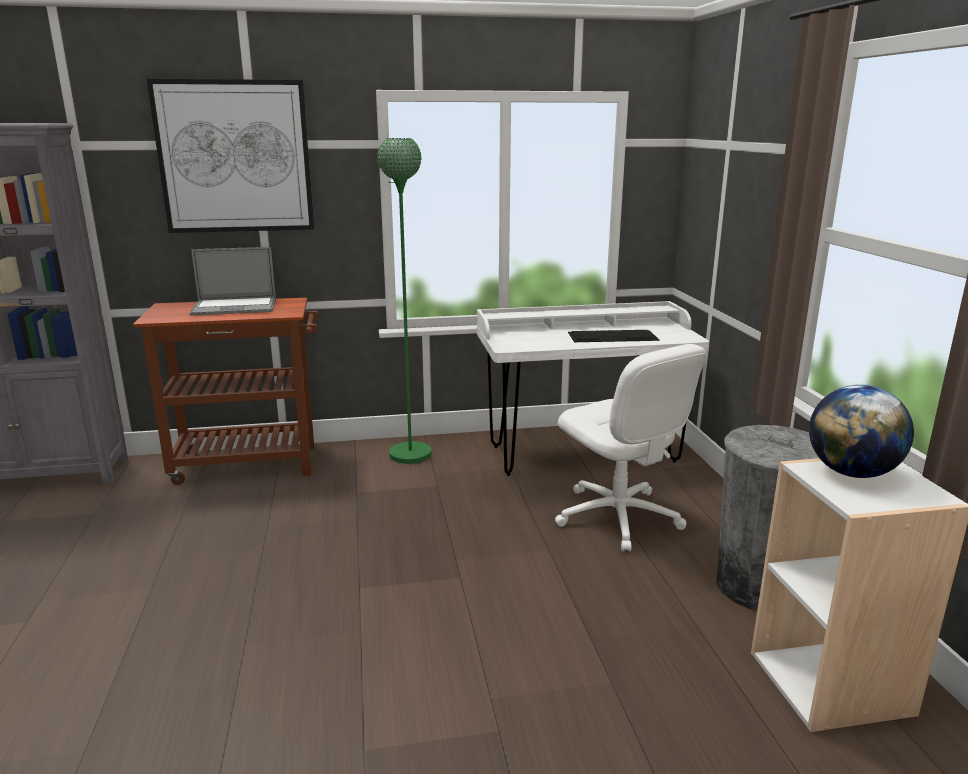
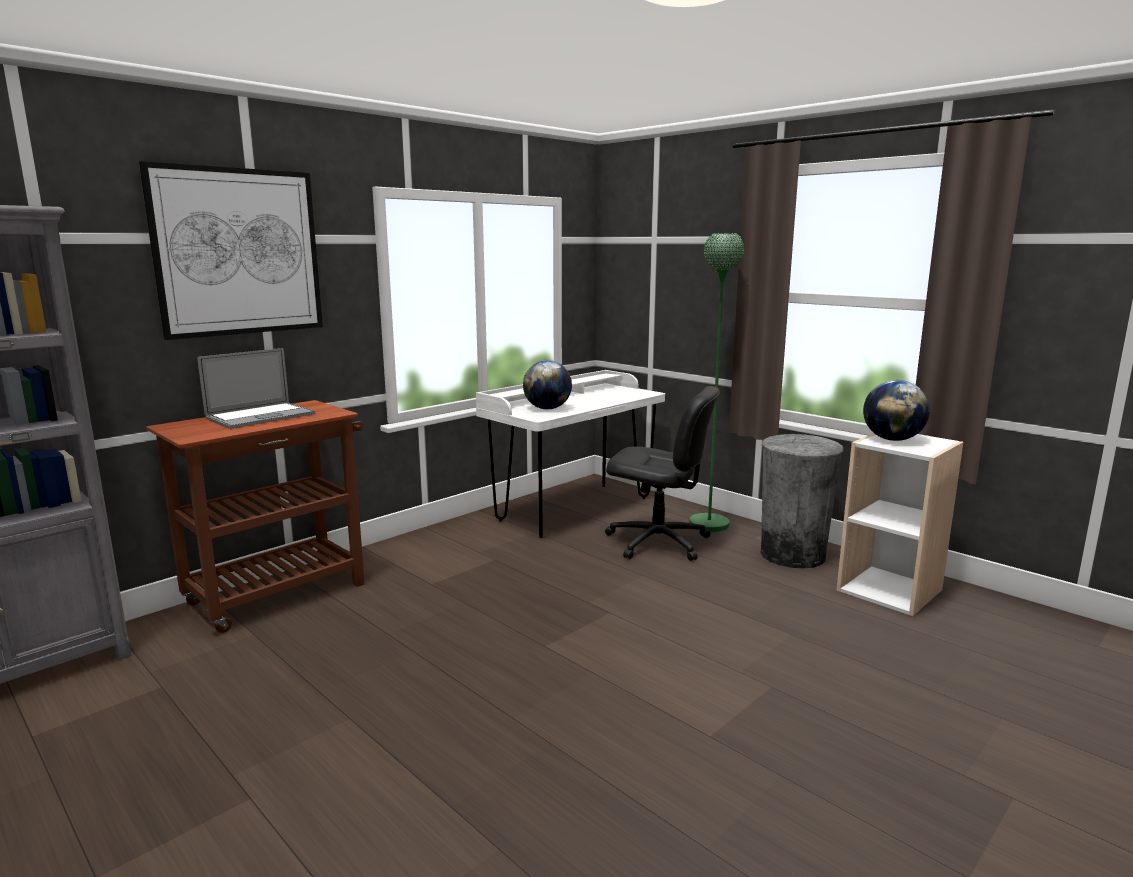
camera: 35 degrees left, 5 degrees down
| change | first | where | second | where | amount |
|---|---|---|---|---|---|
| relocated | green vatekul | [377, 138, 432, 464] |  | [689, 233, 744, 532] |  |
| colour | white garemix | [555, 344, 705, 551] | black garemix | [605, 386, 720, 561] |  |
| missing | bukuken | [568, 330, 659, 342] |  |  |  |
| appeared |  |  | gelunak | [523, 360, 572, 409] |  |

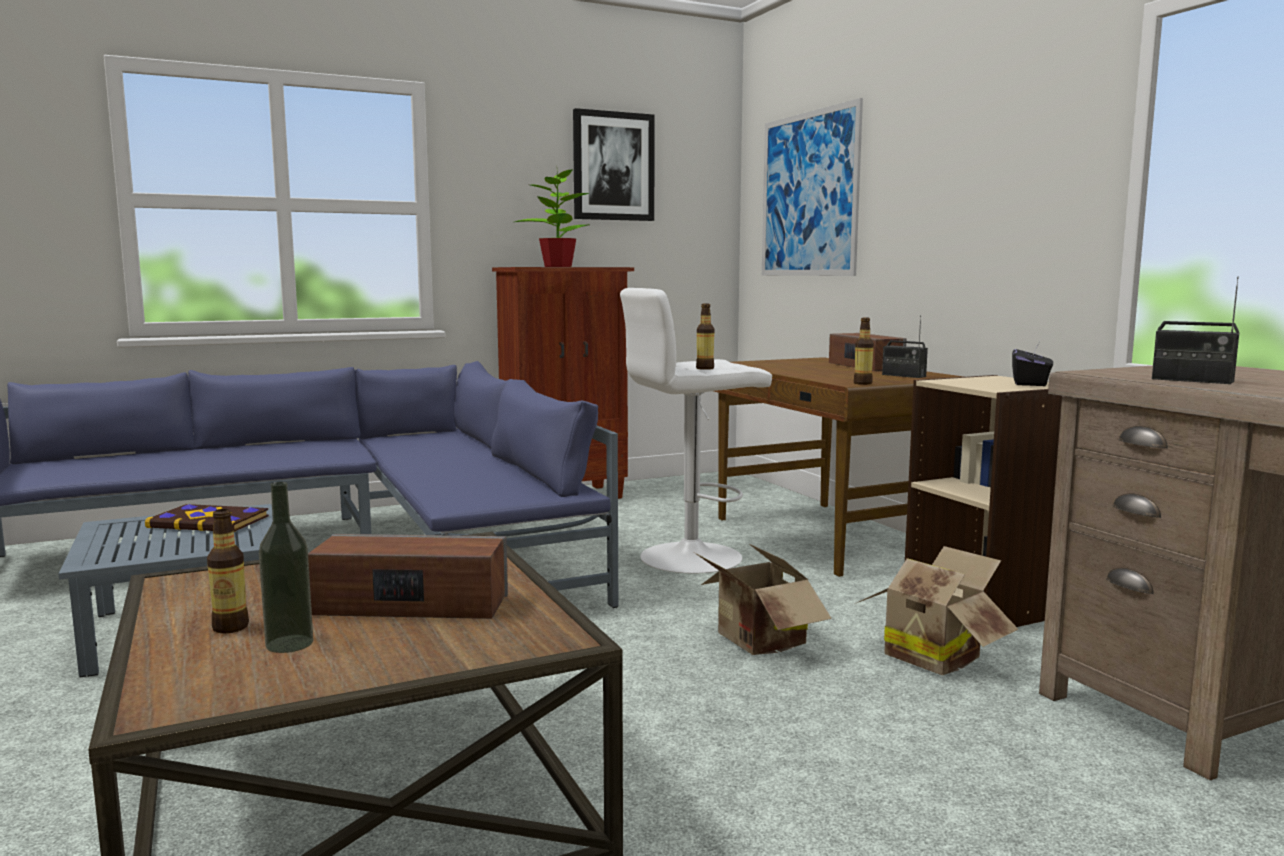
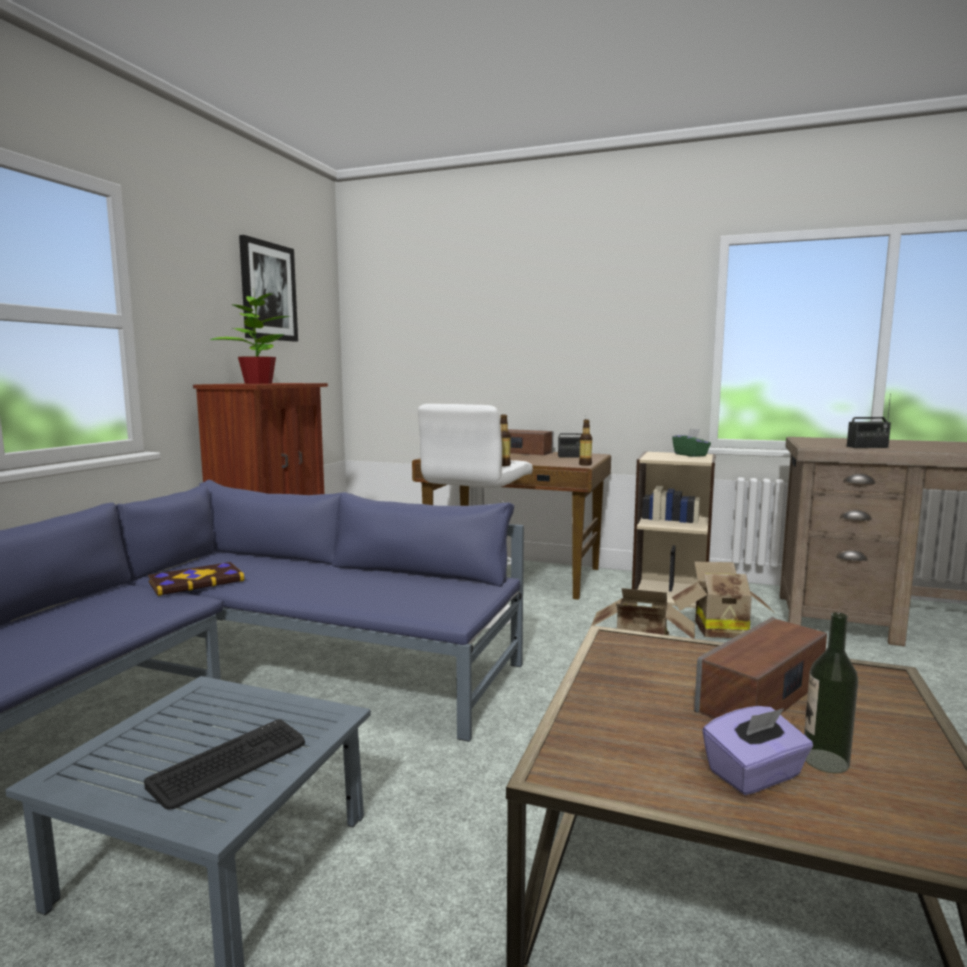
camera: 45 degrees left, 0 degrees up
| change | first | where | second | where | amount |
|---|---|---|---|---|---|
| relocated | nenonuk | [145, 504, 269, 532] |  | [148, 562, 244, 596] |  |
| exchanged | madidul | [207, 509, 249, 634] | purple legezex | [702, 706, 813, 795] |  |
| missing | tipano | [762, 98, 863, 276] |  |  |  |
| colour | black legezex | [1012, 340, 1053, 386] | green legezex | [672, 428, 711, 457] |  |
| appeared |  |  | bukuken | [144, 719, 305, 810] |  |

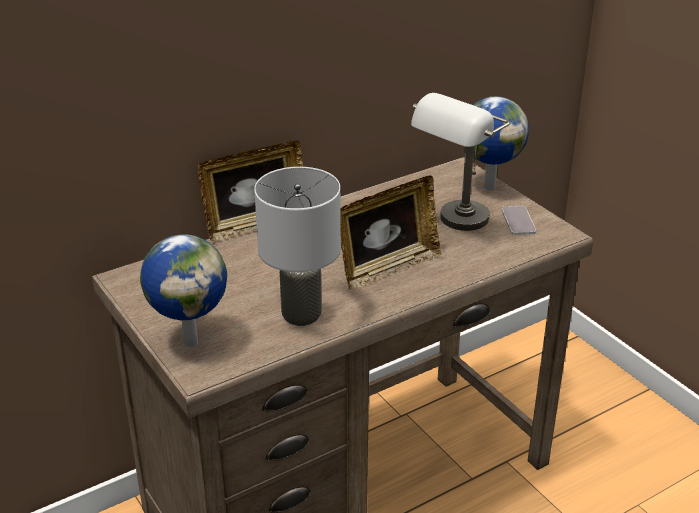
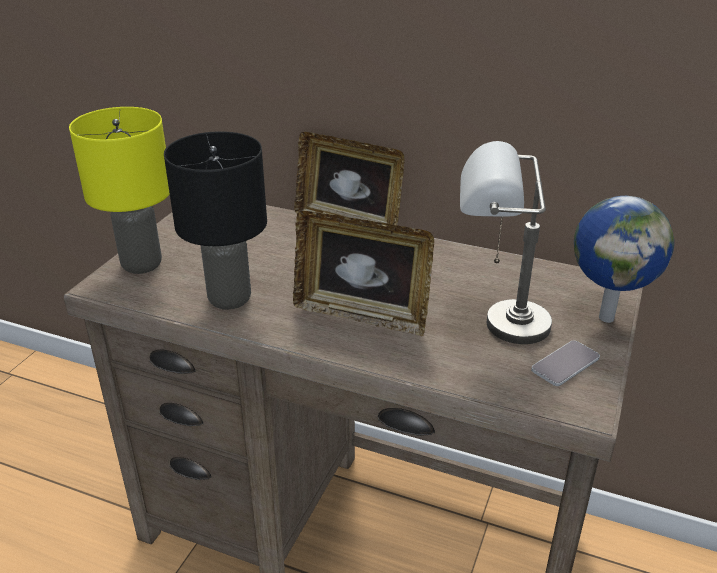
camera: 55 degrees right, 0 degrees up
| change | first | where | second | where | amount |
|---|---|---|---|---|---|
| exchanged | gelunak | [140, 234, 227, 347] | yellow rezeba | [69, 107, 170, 274] |  |
| colour | white rezeba | [254, 167, 341, 326] | black rezeba | [164, 131, 267, 310] |  |

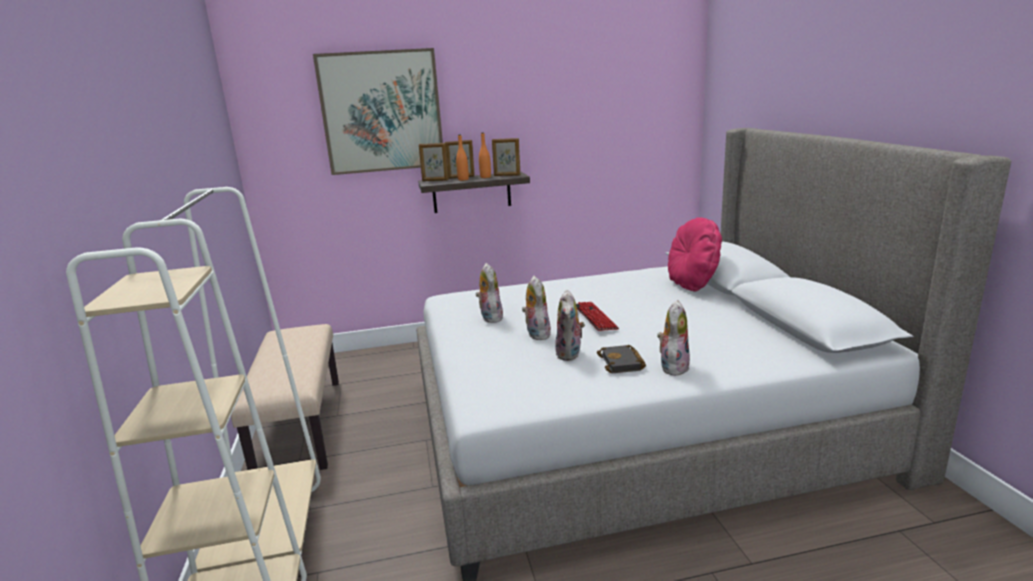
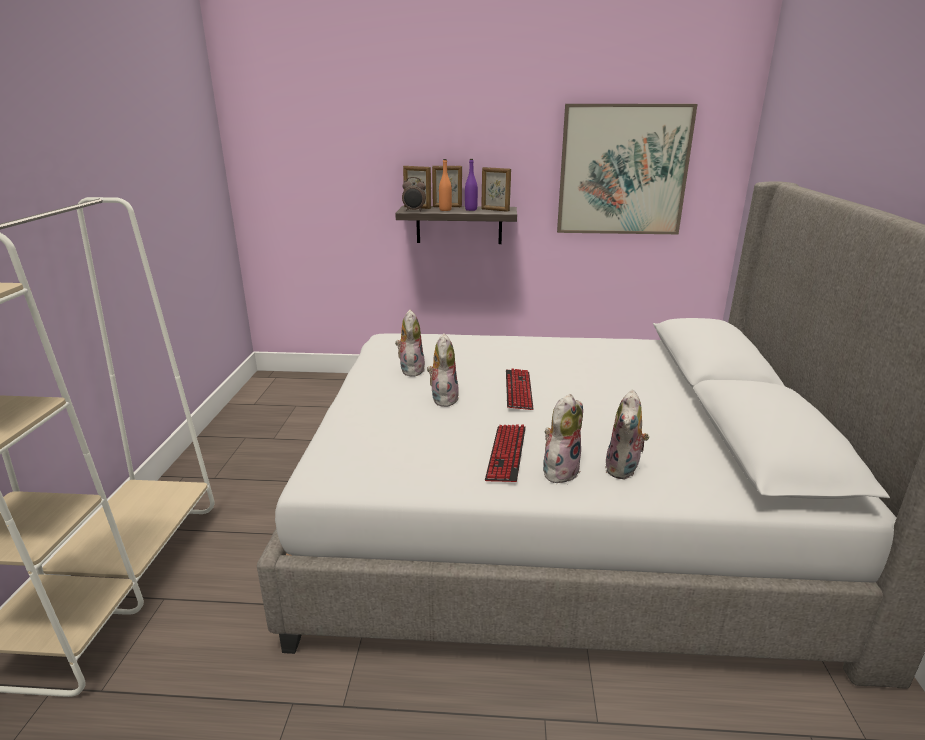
camera: 15 degrees right, 5 degrees up
| change | first | where | second | where | amount |
|---|---|---|---|---|---|
| missing | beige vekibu | [231, 324, 339, 470] |  |  |  |
| relocated | tipano | [313, 48, 443, 175] |  | [557, 104, 698, 234] |  |
| colour | orange madidul | [479, 133, 491, 178] | purple madidul | [465, 159, 478, 211] |  |
| relocated | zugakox | [555, 290, 585, 361] |  | [605, 390, 650, 479] |  |
| exchanged | black nenonuk | [597, 345, 646, 373] | bukuken | [485, 424, 526, 482] |  |
| missing | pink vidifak | [668, 217, 722, 292] |  |  |  |
| appeared |  |  | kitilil | [402, 177, 426, 212] |  |

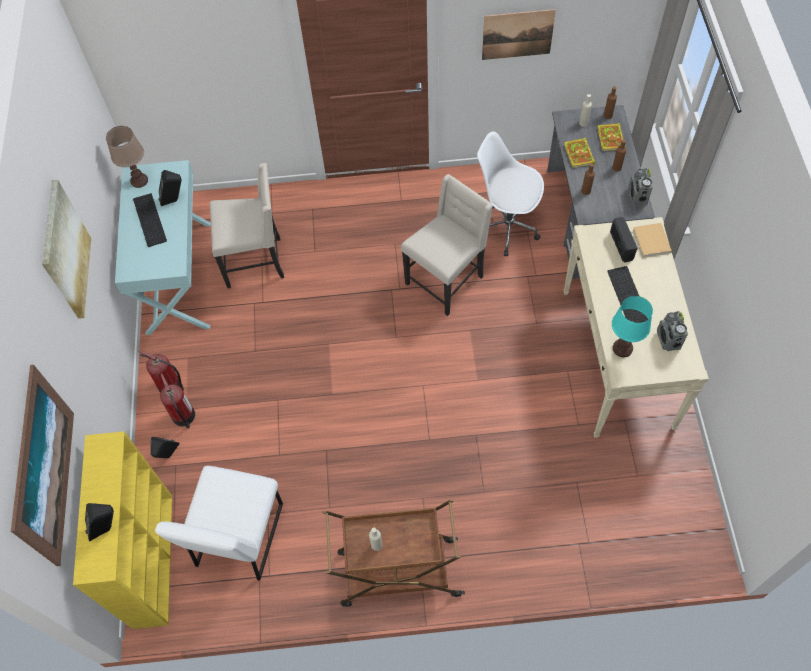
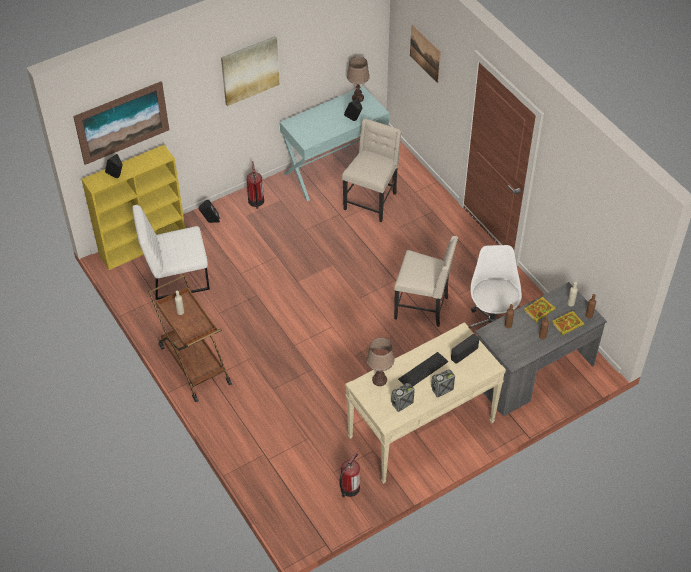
camera: 60 degrees right, 10 degrees down
| change | first | where | second | where | amount |
|---|---|---|---|---|---|
| missing | bukuken | [133, 193, 167, 247] |  |  |  |
| relocated | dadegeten | [160, 374, 195, 428] |  | [339, 451, 360, 498] |  |
| spun | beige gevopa | [210, 163, 284, 288] |  | [342, 119, 402, 222] | 120 degrees counterclockwise |
| relocated | tipano | [482, 9, 556, 60] |  | [410, 25, 441, 83] |  |
| colour | turquoise rezeba | [612, 296, 653, 357] | brown rezeba | [367, 337, 394, 386] |  |
| relocated | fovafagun | [628, 168, 653, 206] |  | [431, 369, 455, 398] |  |
| missing | beige nenonuk | [633, 223, 672, 258] |  |  |  |

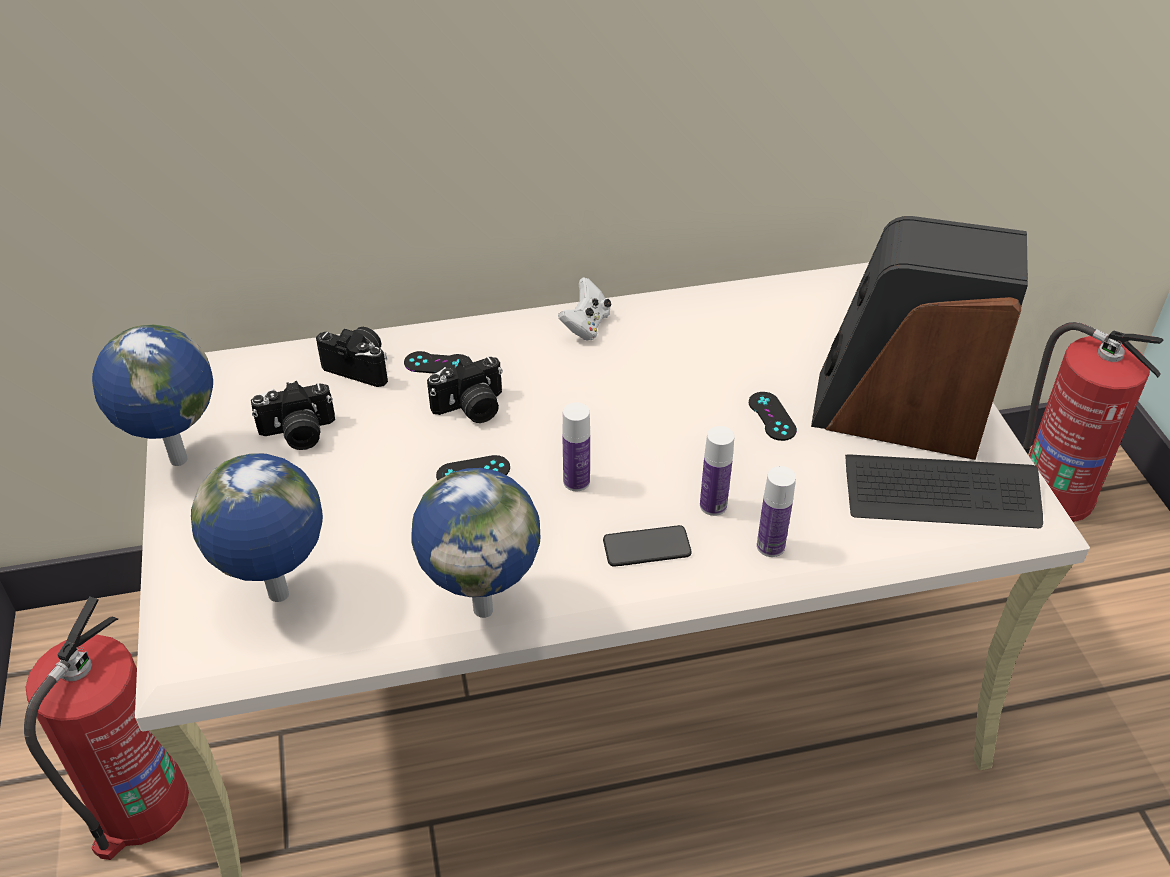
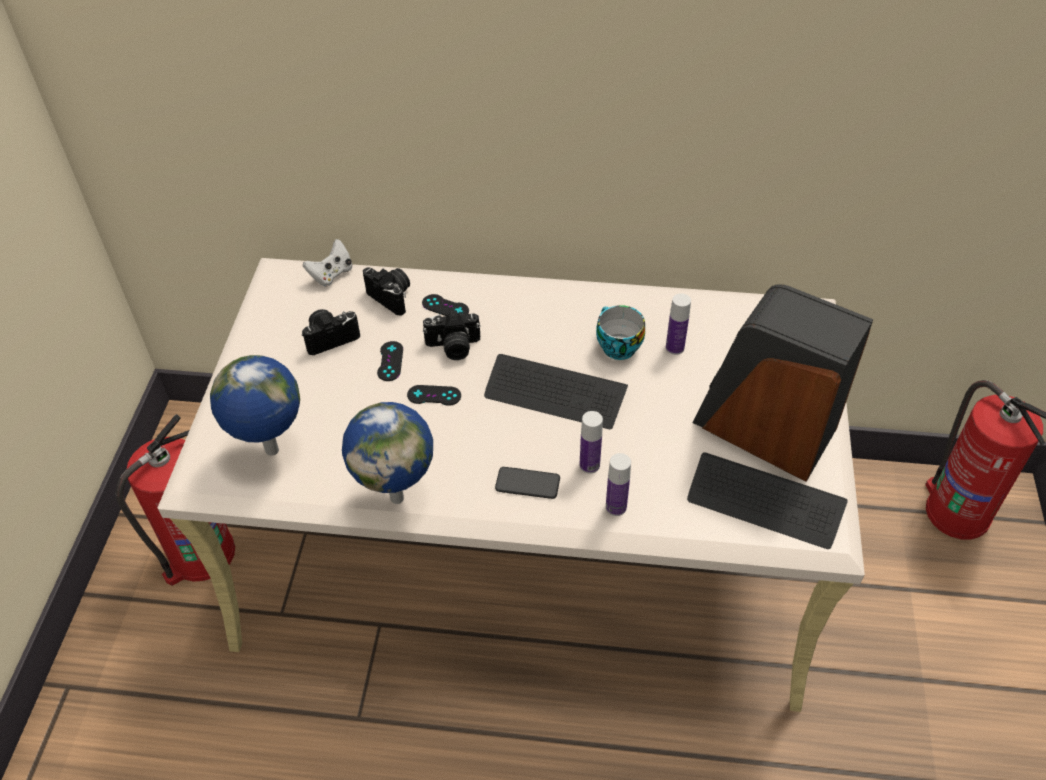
camera: 20 degrees right, 5 degrees up
| change | first | where | second | where | amount |
|---|---|---|---|---|---|
| missing | gelunak | [92, 324, 213, 466] |  |  |  |
| spun | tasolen | [251, 381, 335, 450] |  | [302, 309, 360, 355] | 150 degrees clockwise |
| relocated | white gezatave | [558, 277, 611, 341] |  | [303, 239, 353, 287] |  |
| relocated | madidul | [562, 402, 590, 491] |  | [666, 293, 691, 355] |  |
| relocated | black gezatave | [749, 392, 797, 441] |  | [377, 341, 403, 381] |  |
| appeared |  |  | bukuken | [484, 354, 628, 429] |  |
| appeared |  |  | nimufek | [596, 305, 645, 360] |  |

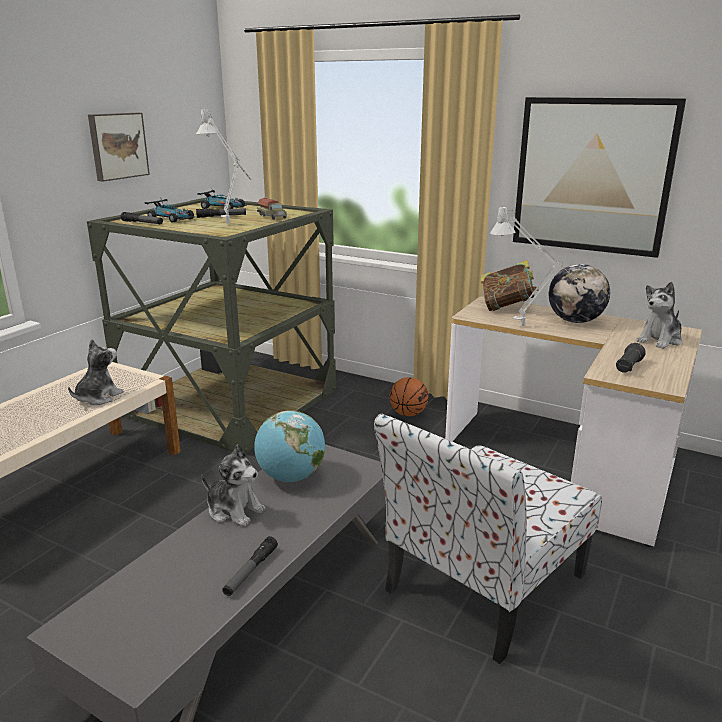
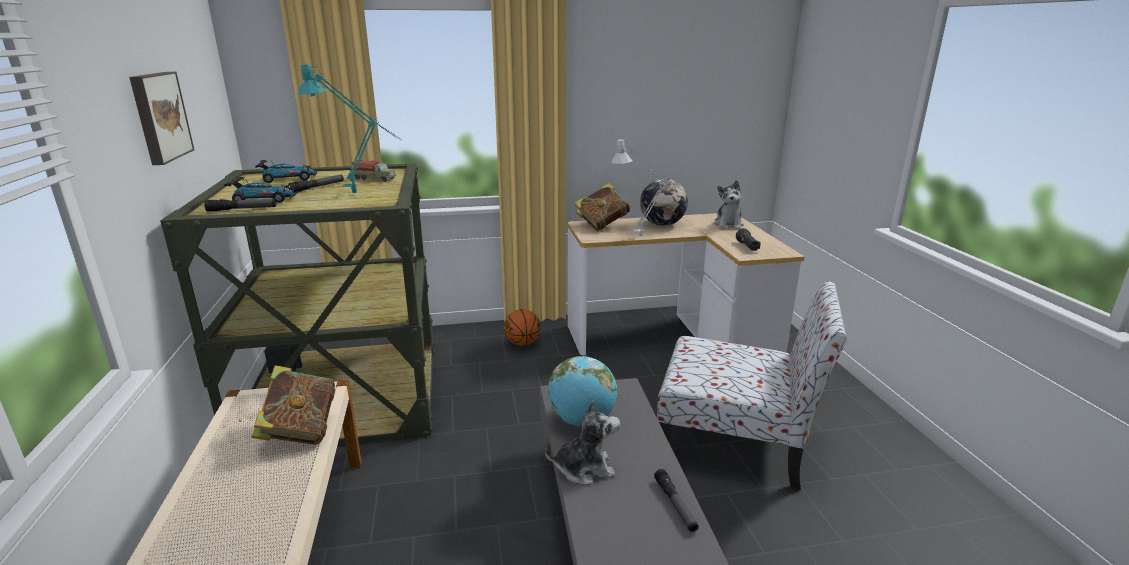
camera: 40 degrees left, 0 degrees up
| change | first | where | second | where | amount |
|---|---|---|---|---|---|
| exchanged | zugakox | [68, 339, 124, 405] | nenonuk | [252, 365, 335, 445] |  |
| colour | grey rezeba | [196, 107, 251, 224] | turquoise rezeba | [298, 63, 402, 193] |  |
| spun | gevopa | [374, 413, 602, 664] |  | [657, 281, 847, 490] | 75 degrees counterclockwise |
| missing | tipano | [513, 97, 686, 258] |  |  |  |

